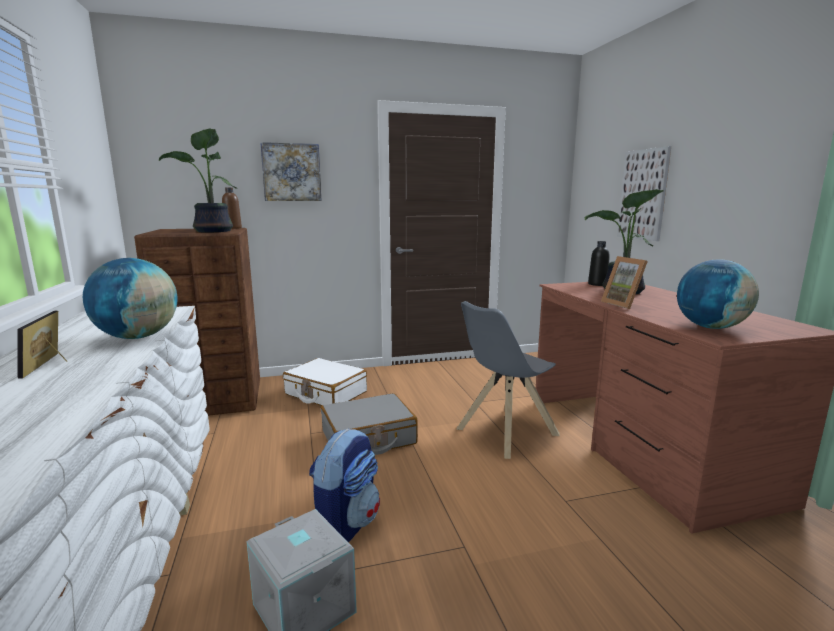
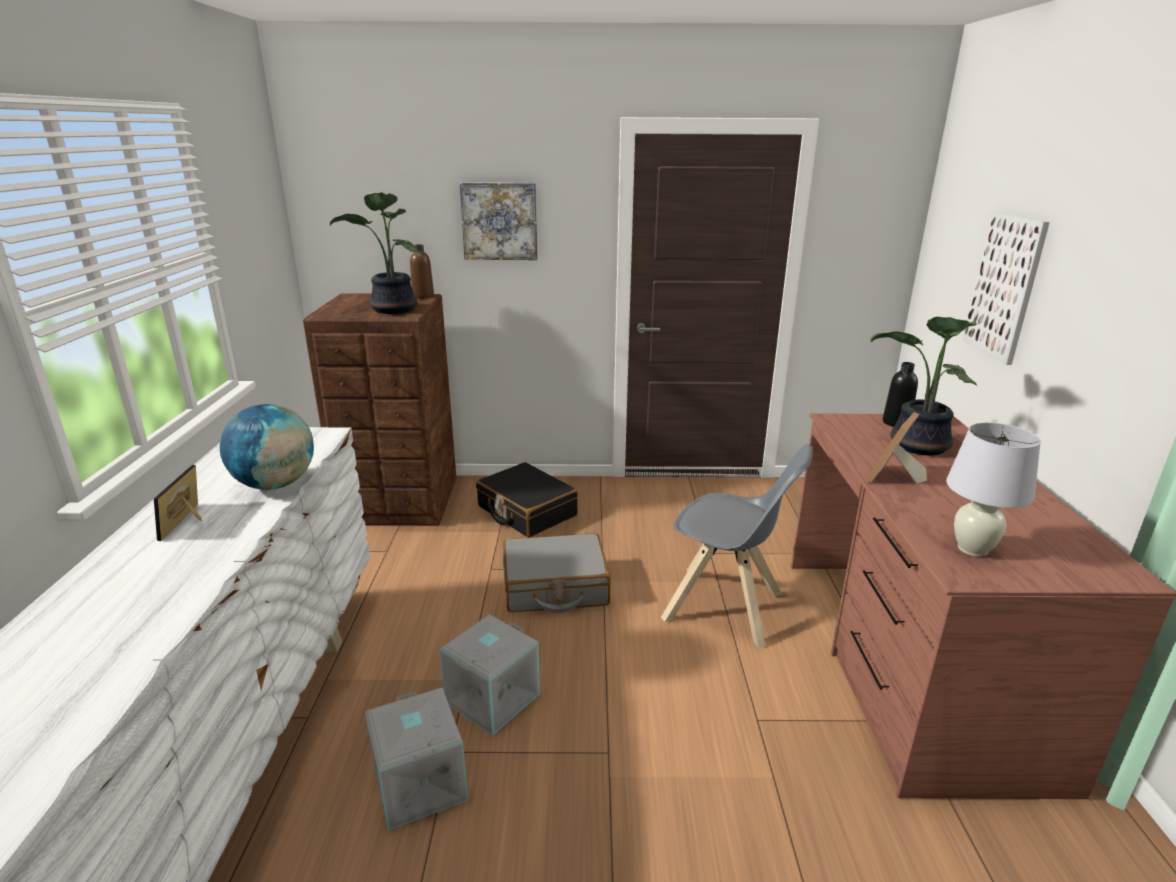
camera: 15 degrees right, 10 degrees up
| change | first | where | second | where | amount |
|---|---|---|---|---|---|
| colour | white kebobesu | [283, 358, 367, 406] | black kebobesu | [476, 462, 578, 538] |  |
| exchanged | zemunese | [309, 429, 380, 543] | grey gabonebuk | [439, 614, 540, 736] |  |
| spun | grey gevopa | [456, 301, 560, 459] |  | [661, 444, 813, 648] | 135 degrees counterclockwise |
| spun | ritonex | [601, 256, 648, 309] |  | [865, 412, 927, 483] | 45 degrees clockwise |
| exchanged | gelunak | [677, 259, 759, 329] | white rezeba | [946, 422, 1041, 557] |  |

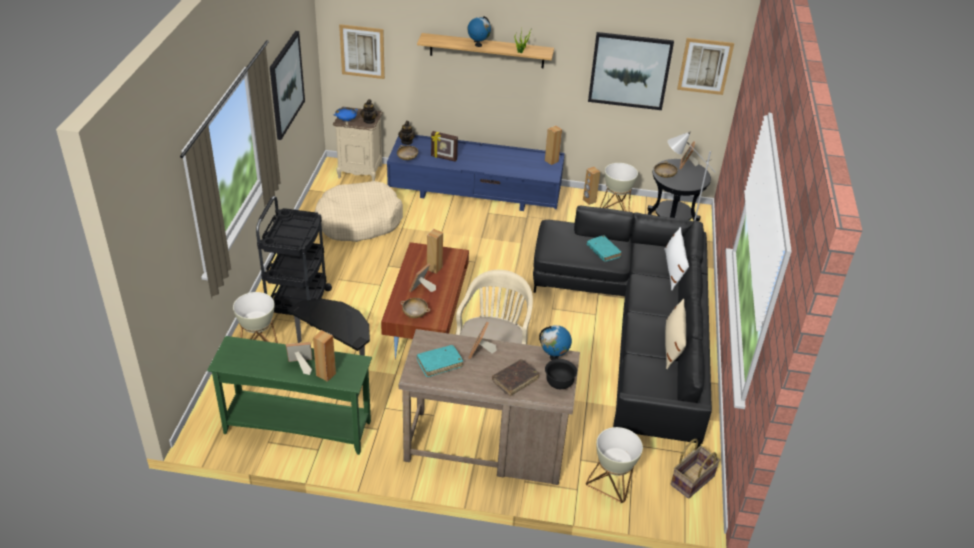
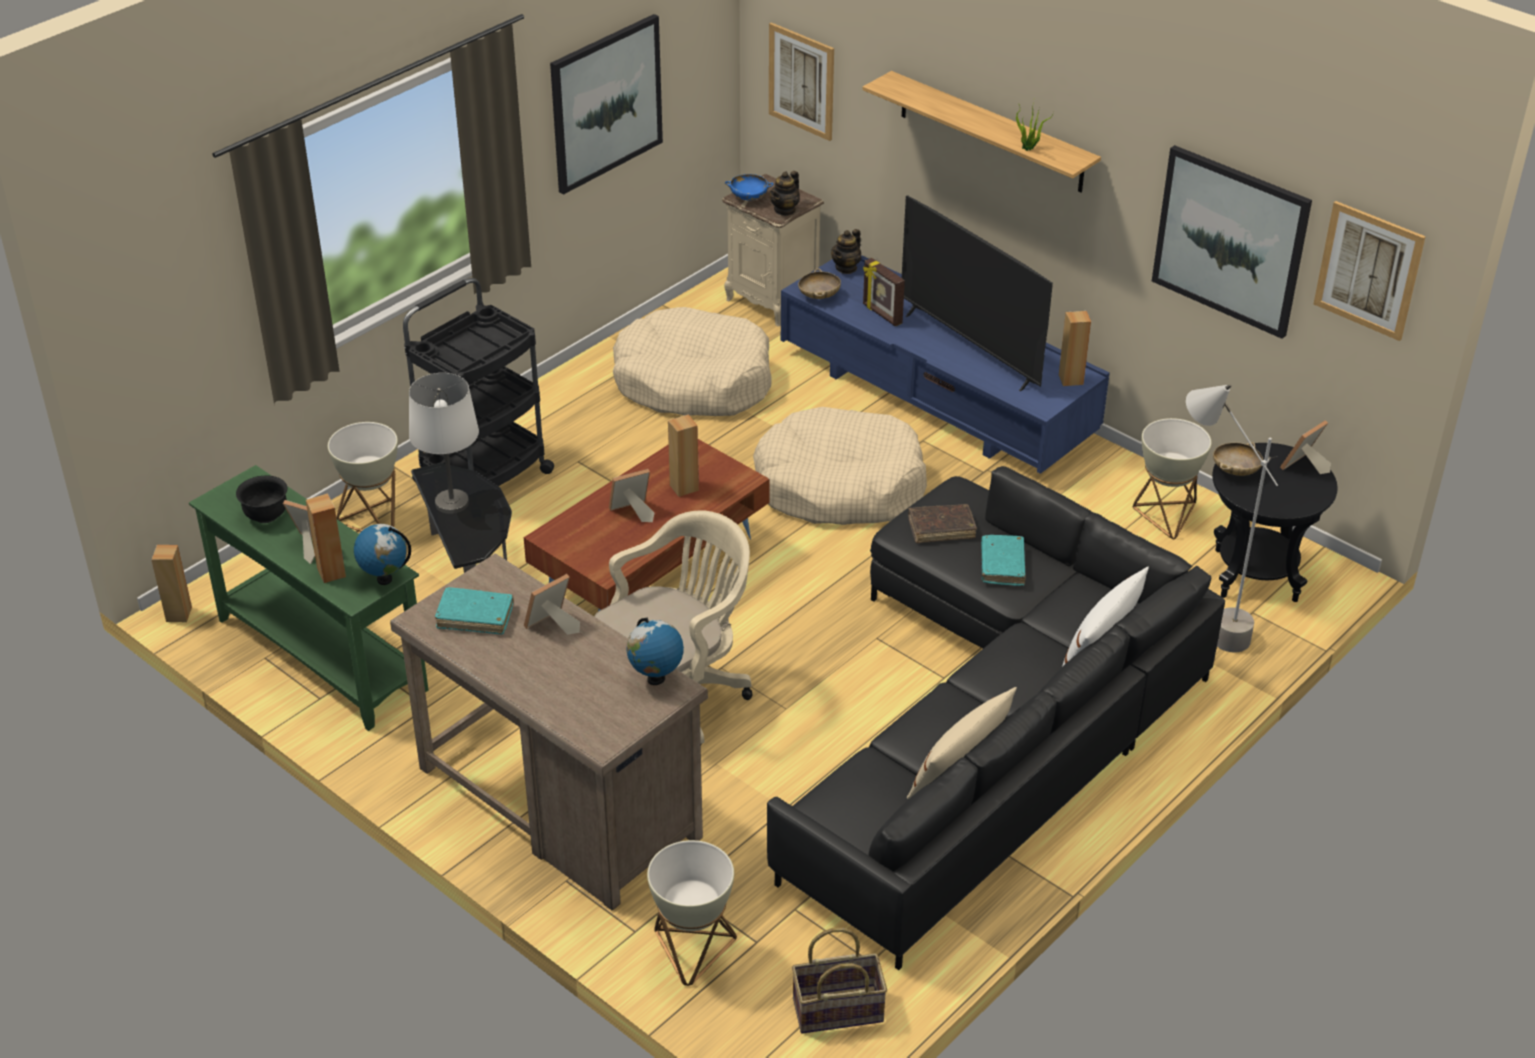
camera: 35 degrees right, 0 degrees up
| change | first | where | second | where | amount |
|---|---|---|---|---|---|
| missing | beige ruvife | [400, 298, 430, 318] |  |  |  |
| relocated | gelunak | [467, 16, 491, 47] |  | [354, 524, 411, 585] |  |
| relocated | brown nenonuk | [492, 359, 539, 396] |  | [908, 504, 977, 543] |  |
| relocated | black ruvife | [545, 359, 577, 389] |  | [236, 476, 287, 523] |  |
| relocated | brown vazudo | [583, 167, 600, 205] |  | [151, 545, 192, 622] |  |
| appeared |  |  | white rezeba | [409, 373, 479, 514] |  |
| appeared |  |  | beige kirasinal | [753, 407, 927, 525] |  |
| appeared |  |  | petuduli | [902, 195, 1053, 391] |  |

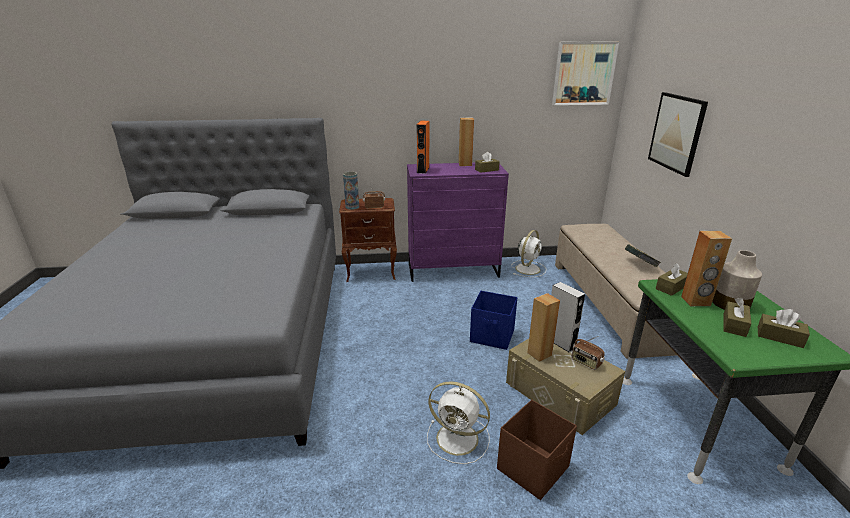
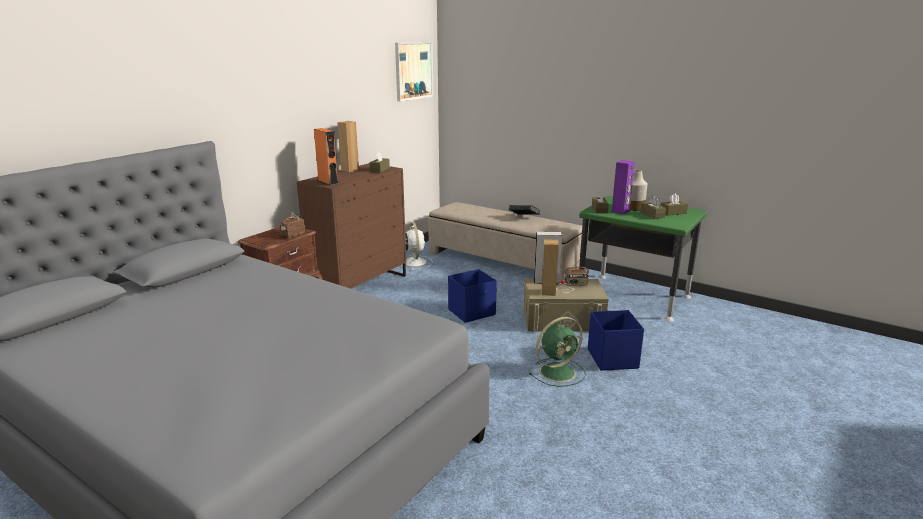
camera: 50 degrees left, 5 degrees down
| change | first | where | second | where | amount |
|---|---|---|---|---|---|
| missing | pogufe | [343, 172, 359, 210] |  |  |  |
| colour | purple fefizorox | [407, 163, 509, 282] | brown fefizorox | [297, 163, 406, 289] |  |
| colour | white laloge | [427, 381, 490, 464] | green laloge | [529, 317, 586, 387] |  |
| colour | brown gabonebuk | [497, 400, 577, 500] | blue gabonebuk | [588, 310, 644, 371] |  |
| missing | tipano | [648, 92, 708, 177] |  |  |  |
| colour | brown vazudo | [681, 231, 732, 306] | purple vazudo | [612, 160, 635, 215] |  |

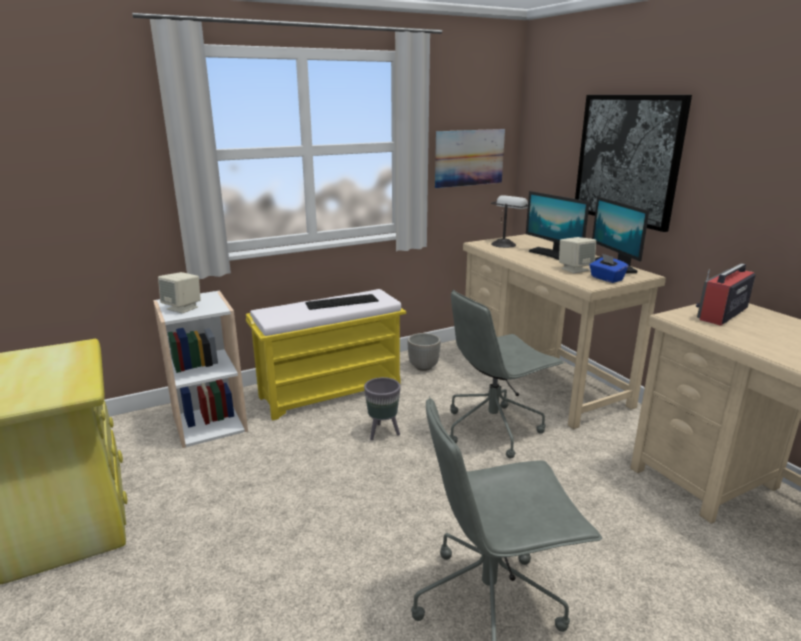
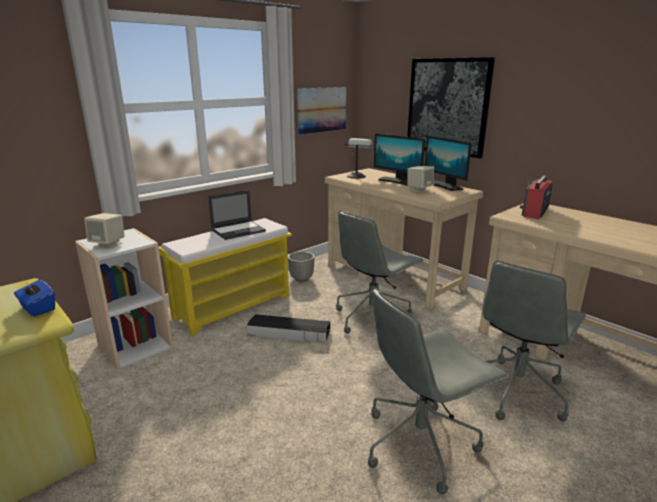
camera: 15 degrees left, 0 degrees up
| change | first | where | second | where | amount |
|---|---|---|---|---|---|
| exchanged | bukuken | [305, 294, 379, 310] | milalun | [208, 190, 266, 240] |  |
| exchanged | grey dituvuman | [364, 377, 400, 440] | black gabonebuk | [247, 314, 330, 341] |  |
| relocated | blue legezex | [589, 254, 628, 283] |  | [14, 280, 55, 317] |  |
| appeared |  |  | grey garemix | [483, 261, 586, 422] |  |

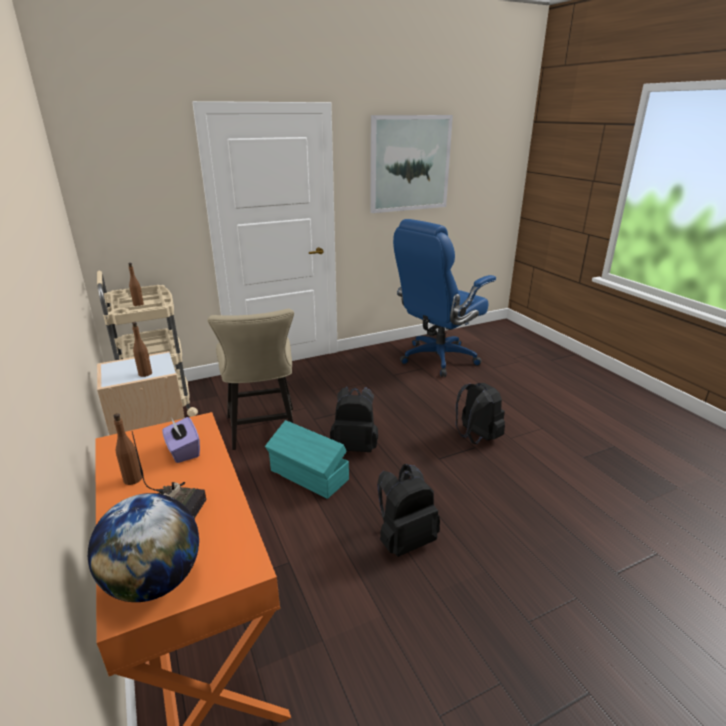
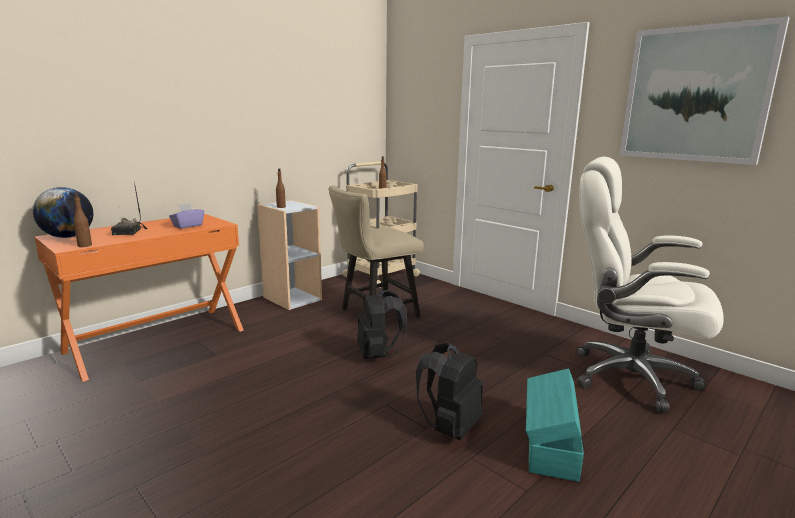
camera: 70 degrees right, 10 degrees down
| change | first | where | second | where | amount |
|---|---|---|---|---|---|
| relocated | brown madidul | [114, 413, 142, 485] |  | [73, 193, 92, 247] |  |
| relocated | turquoise gabonebuk | [265, 420, 349, 499] |  | [526, 369, 584, 482] |  |
| missing | black zemunese | [377, 464, 440, 557] |  |  |  |
| colour | blue garemix | [393, 219, 496, 377] | white garemix | [577, 157, 724, 413] |  |

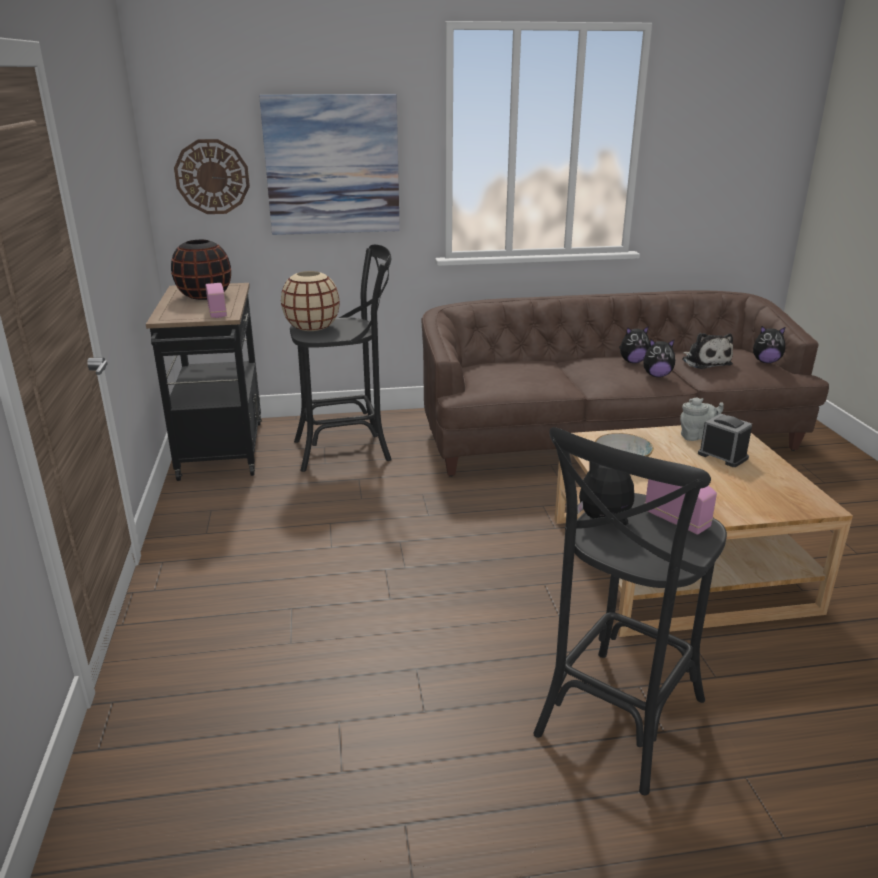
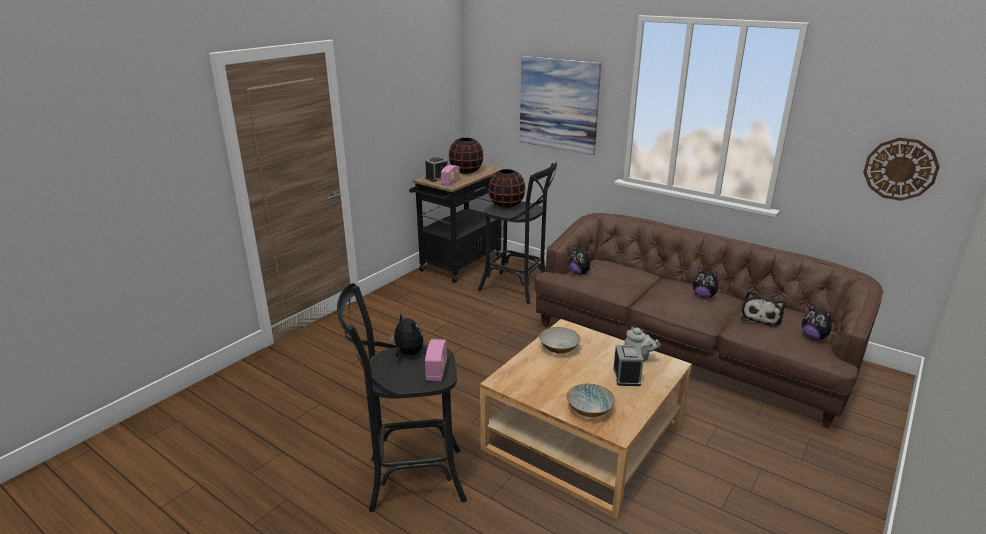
camera: 45 degrees right, 0 degrees up
| change | first | where | second | where | amount |
|---|---|---|---|---|---|
| relocated | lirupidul | [174, 139, 250, 214] |  | [863, 137, 940, 201] |  |
| colour | beige pogufe | [281, 271, 340, 331] | black pogufe | [488, 169, 525, 208] |  |
| relocated | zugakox | [643, 339, 675, 377] |  | [569, 245, 594, 275] |  |
| appeared |  |  | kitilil | [425, 157, 448, 182] |  |
| appeared |  |  | ruvife | [567, 384, 615, 417] |  |

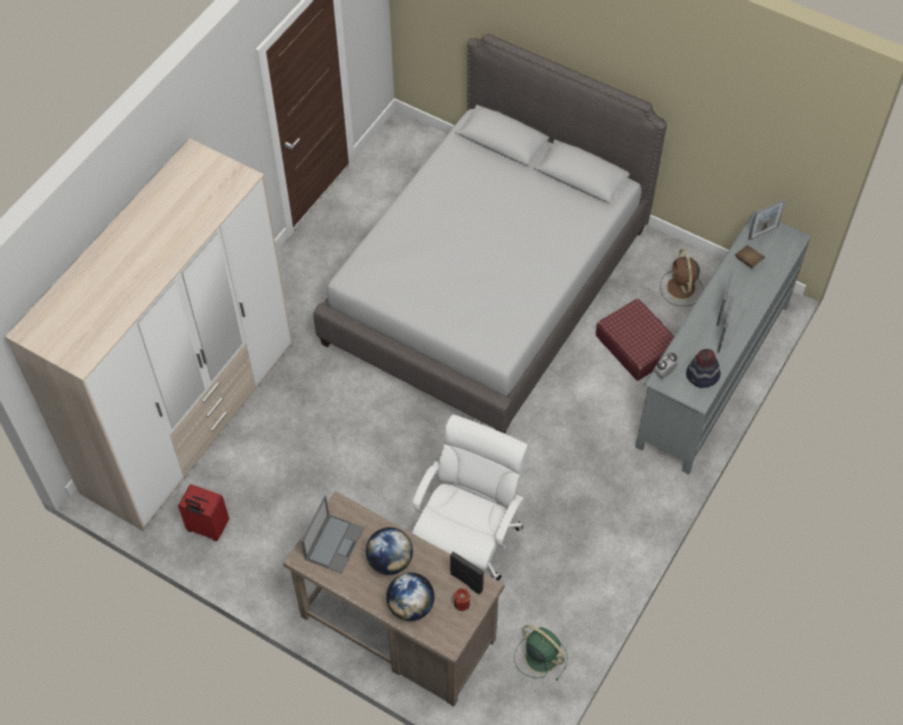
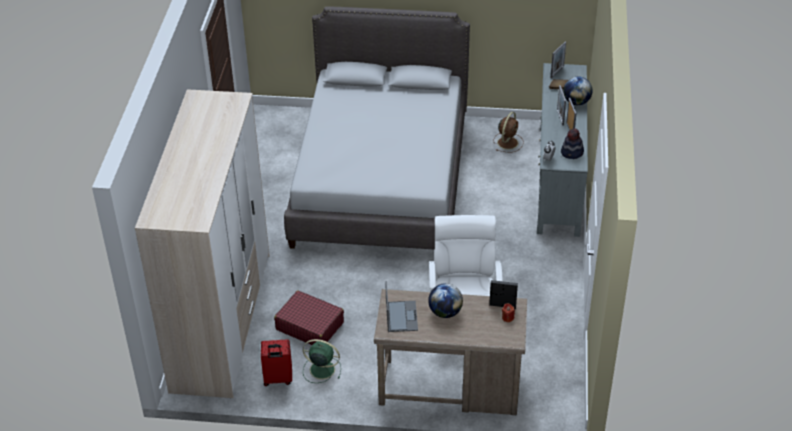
camera: 25 degrees left, 15 degrees down
| change | first | where | second | where | amount |
|---|---|---|---|---|---|
| relocated | gelunak | [386, 572, 435, 621] |  | [563, 76, 592, 105] |  |
| relocated | green laloge | [514, 625, 568, 680] |  | [303, 339, 341, 383] |  |
| relocated | red kebobesu | [596, 298, 674, 381] |  | [274, 291, 344, 345] |  |
| spun | brown laloge | [660, 249, 704, 306] |  | [494, 112, 524, 153] | 120 degrees counterclockwise |

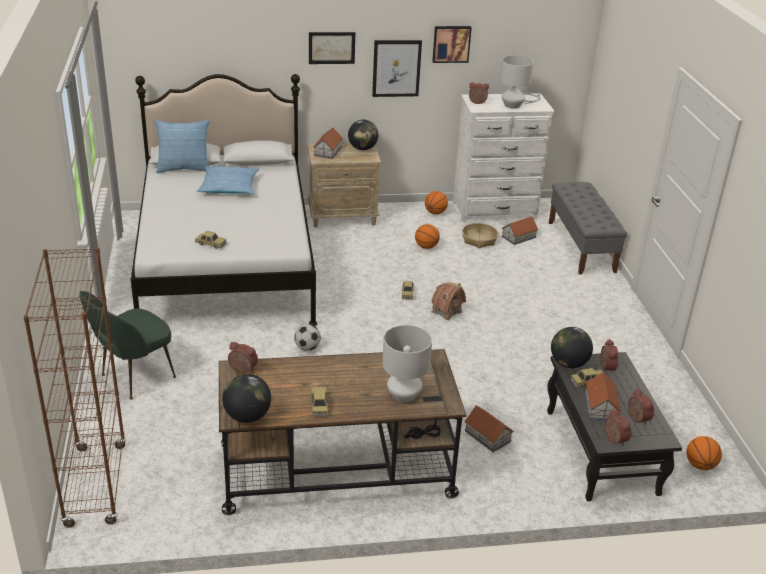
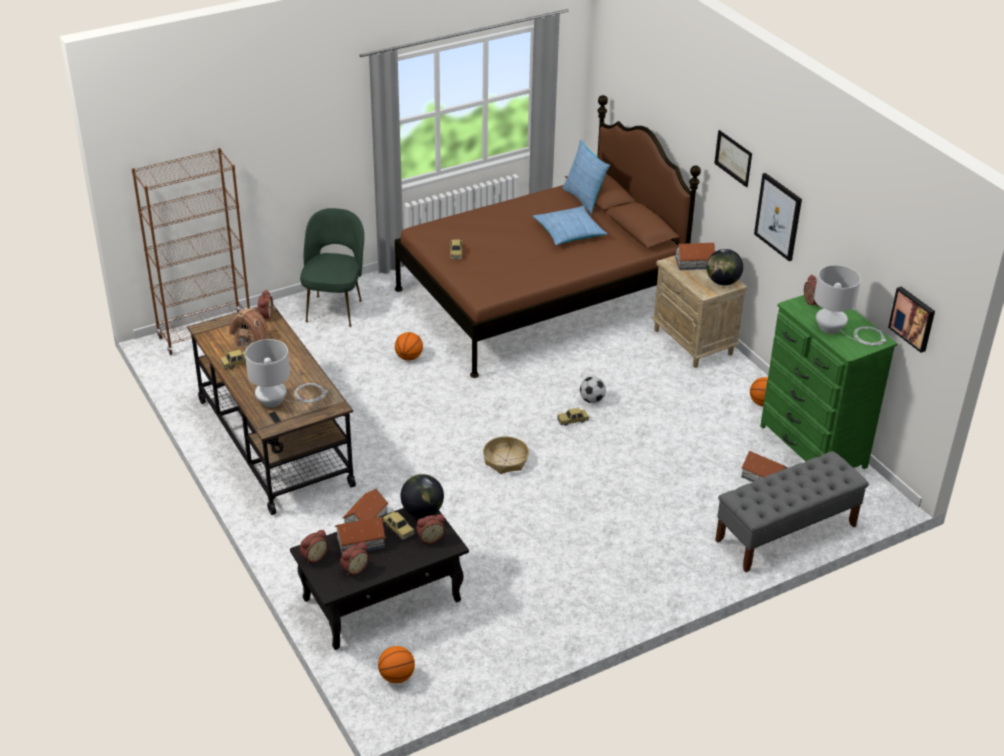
camera: 70 degrees right, 5 degrees up
| change | first | where | second | where | amount |
|---|---|---|---|---|---|
| spun | green gevopa | [79, 291, 176, 400] |  | [300, 208, 364, 327] | 75 degrees clockwise |
| colour | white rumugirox | [131, 74, 317, 326] | brown rumugirox | [395, 95, 701, 378] |  |
| missing | gelunak | [222, 374, 271, 423] |  |  |  |
| relocated | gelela | [294, 324, 321, 351] |  | [580, 377, 606, 403] |  |
| relocated | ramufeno | [415, 224, 440, 249] |  | [395, 332, 423, 361] |  |
| relocated | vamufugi | [431, 282, 466, 321] |  | [229, 308, 268, 347] |  |
| relocated | tipano | [432, 26, 472, 63] |  | [888, 286, 935, 353] |  |
| colour | white fefizorox | [453, 93, 554, 222] | green fefizorox | [760, 295, 898, 469] |  |
| relocated | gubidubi | [462, 223, 498, 248] |  | [483, 436, 529, 474] |  |

